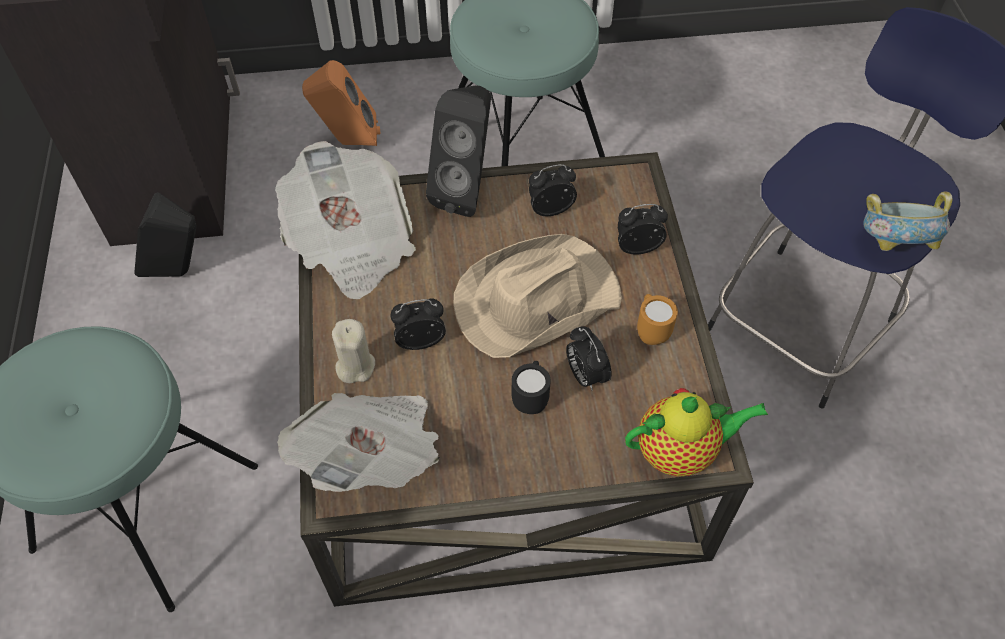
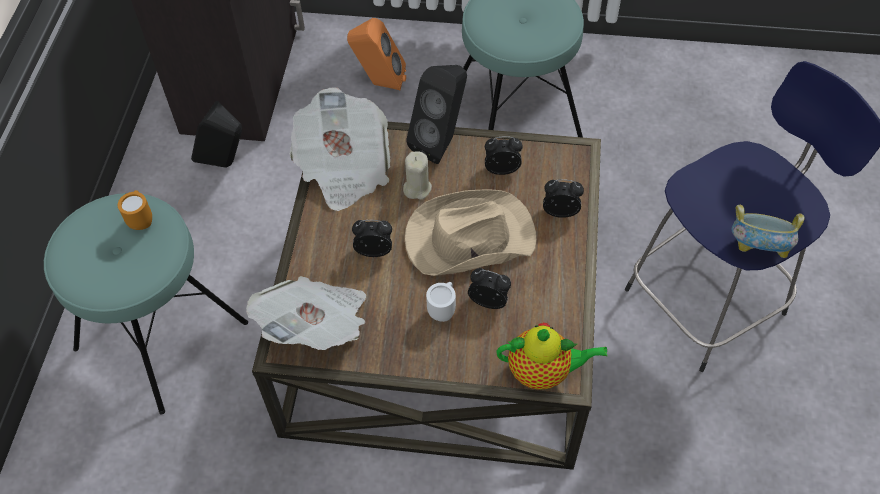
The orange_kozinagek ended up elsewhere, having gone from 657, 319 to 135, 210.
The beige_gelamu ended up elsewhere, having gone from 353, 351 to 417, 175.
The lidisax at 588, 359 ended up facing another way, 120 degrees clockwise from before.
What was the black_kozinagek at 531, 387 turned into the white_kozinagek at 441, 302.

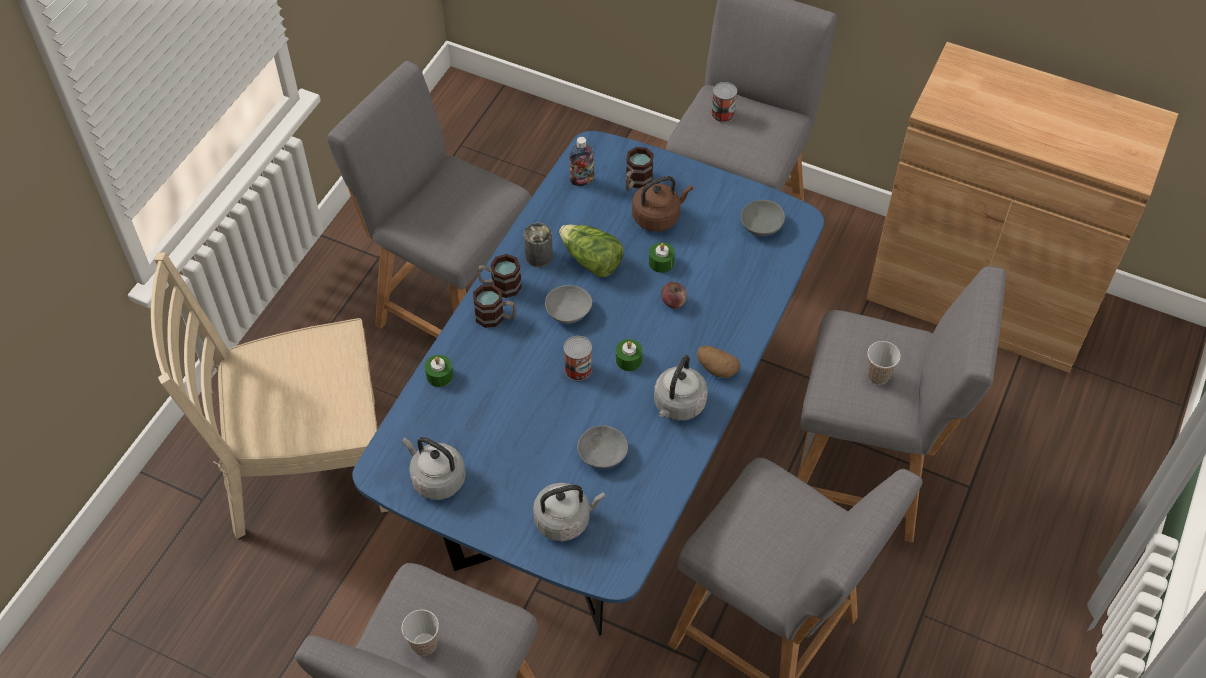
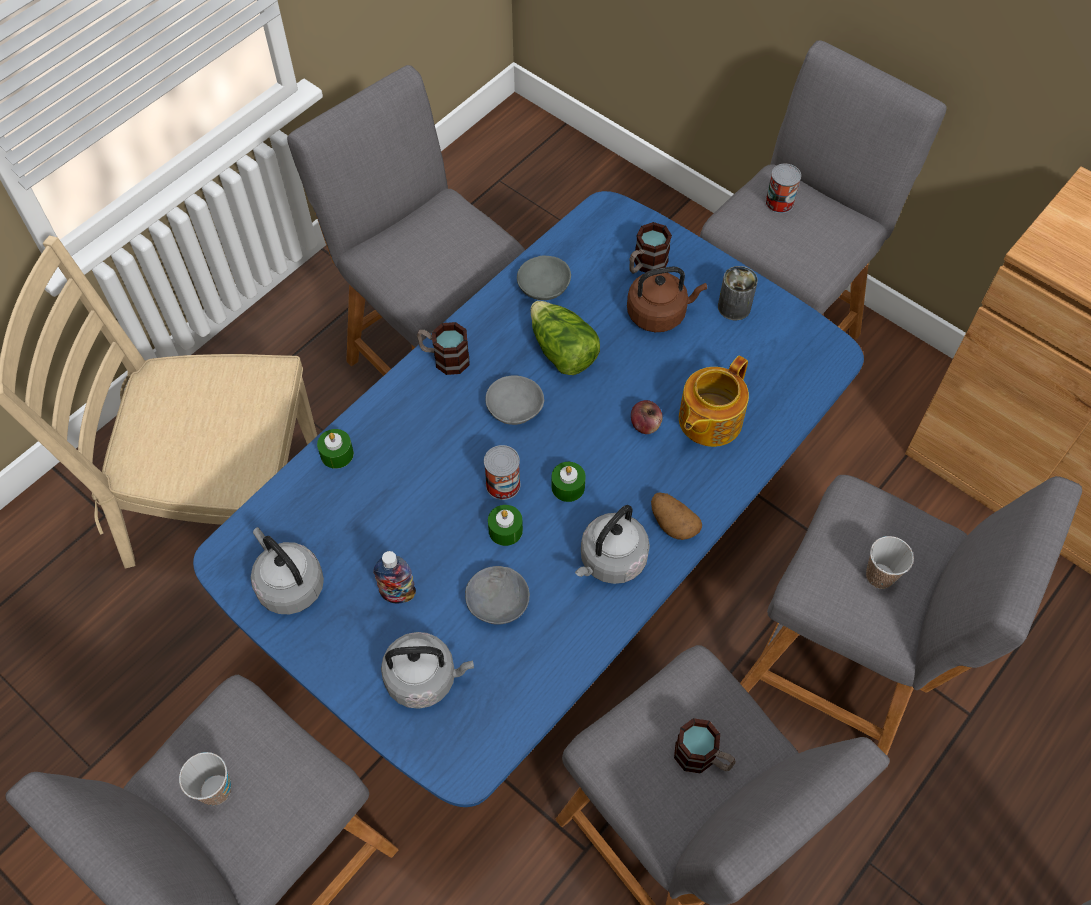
The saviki ended up elsewhere, having gone from 581, 161 to 394, 577.
The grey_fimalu ended up elsewhere, having gone from 763, 218 to 544, 277.
The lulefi ended up elsewhere, having gone from 538, 245 to 738, 293.
The green_gelamu ended up elsewhere, having gone from 662, 257 to 505, 525.
The kozinagek ended up elsewhere, having gone from 494, 306 to 705, 746.
The second view gained the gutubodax at 714, 401.

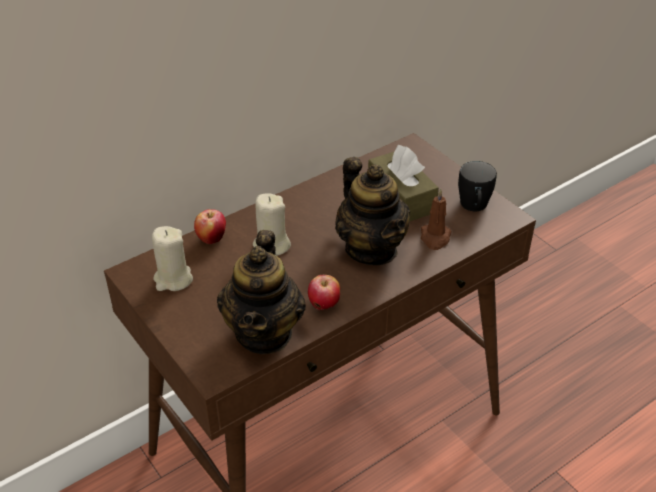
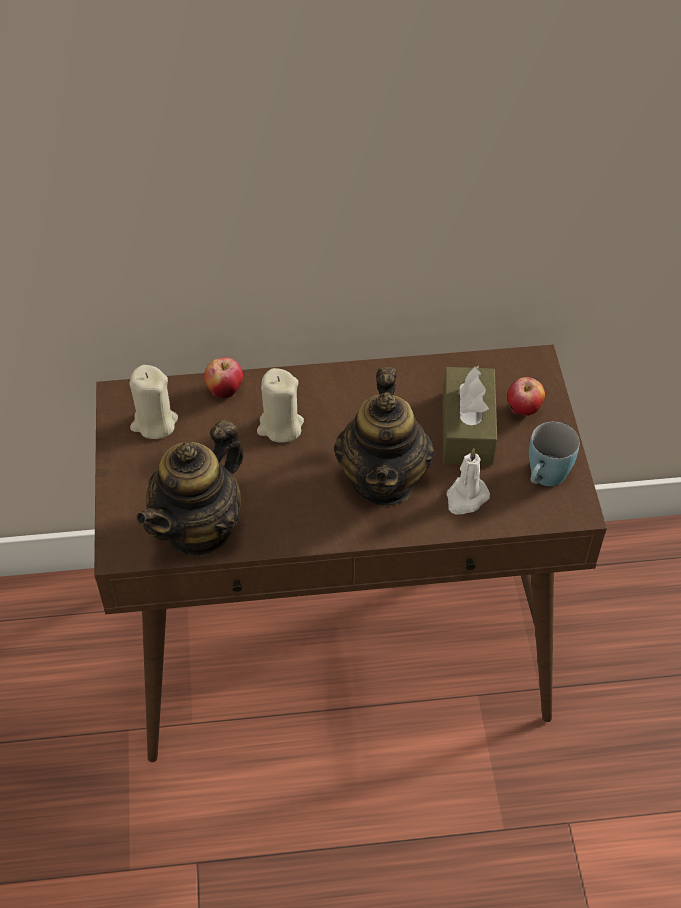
What was the black_kozinagek at 477, 186 turned into the blue_kozinagek at 554, 454.
What was the brown_gelamu at 436, 219 turned into the white_gelamu at 468, 481.
The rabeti ended up elsewhere, having gone from 324, 292 to 526, 396.

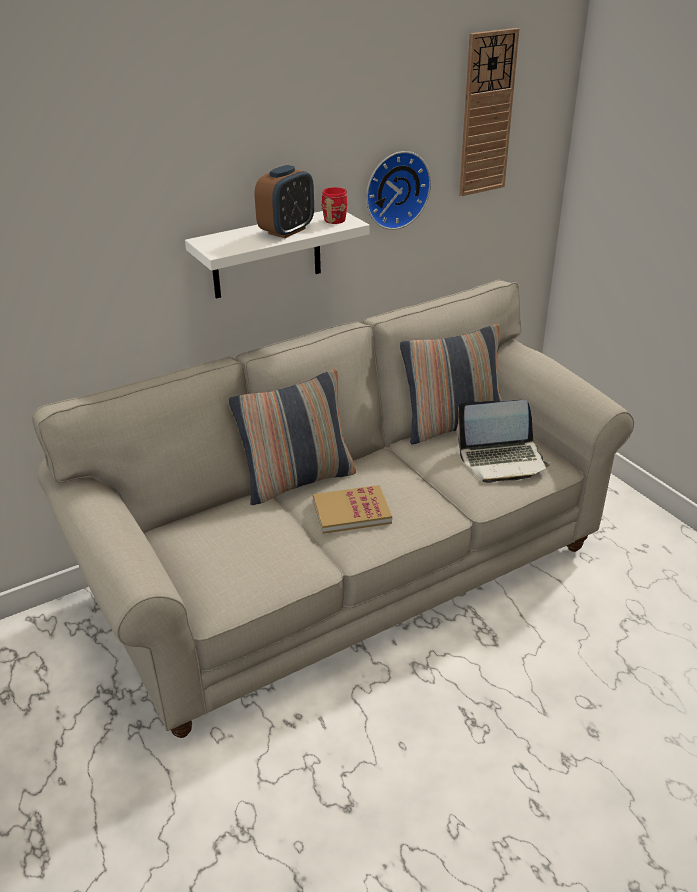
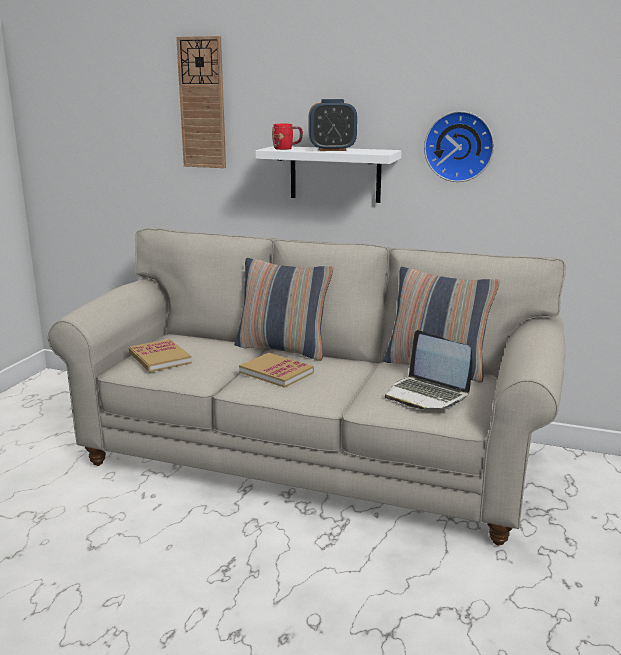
The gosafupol ended up elsewhere, having gone from 489, 112 to 201, 102.
The red_kozinagek ended up elsewhere, having gone from 334, 205 to 287, 137.
The second view gained the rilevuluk at 160, 355.

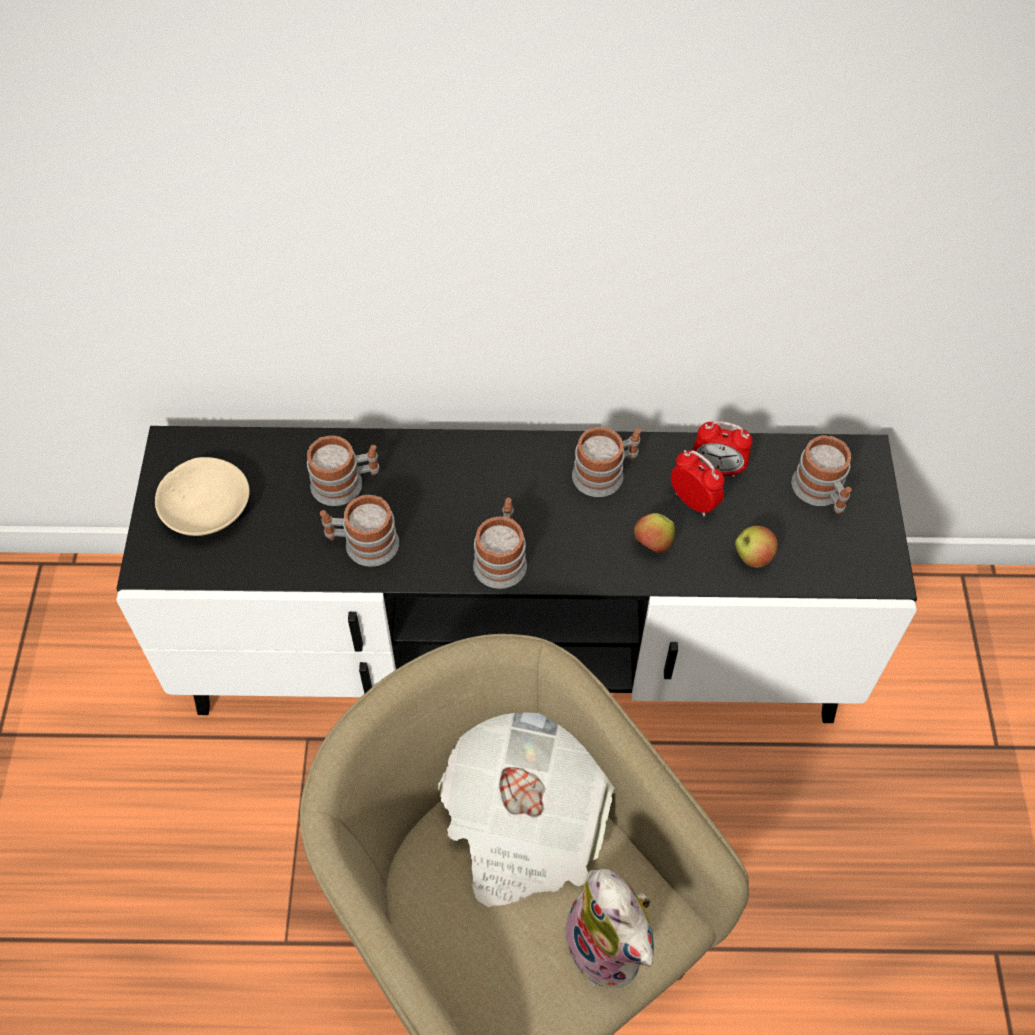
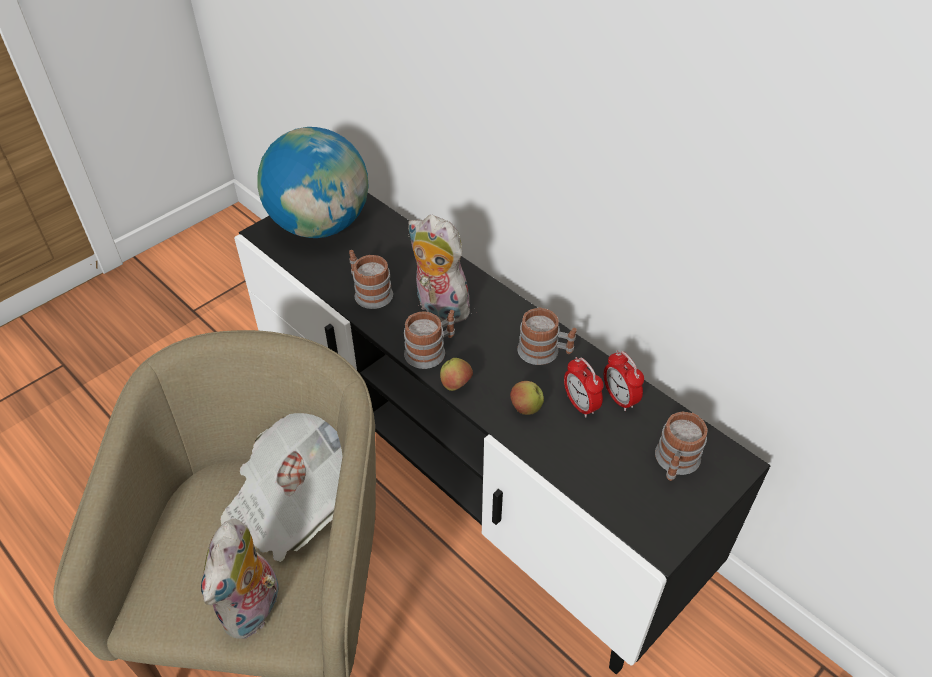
The second view lost the kozinagek at 343, 471.
The lidisax at 698, 483 ended up facing another way, 150 degrees clockwise from before.
Where the beige_fimalu stood at 202, 496, the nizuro came to stand at 313, 182.
The rabeti ended up elsewhere, having gone from 756, 547 to 456, 374.
The second view gained the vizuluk at 441, 269.

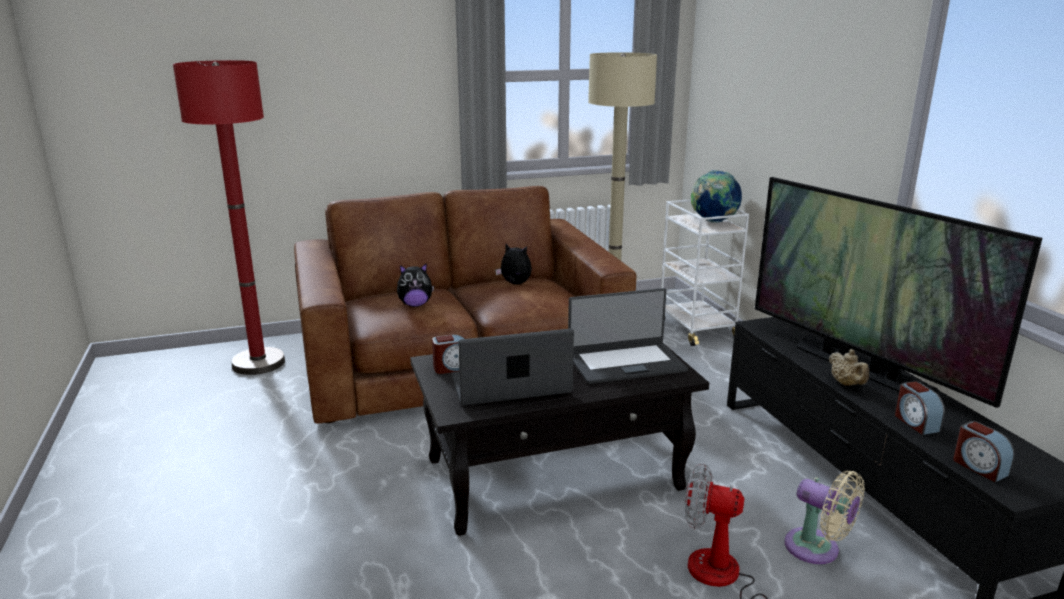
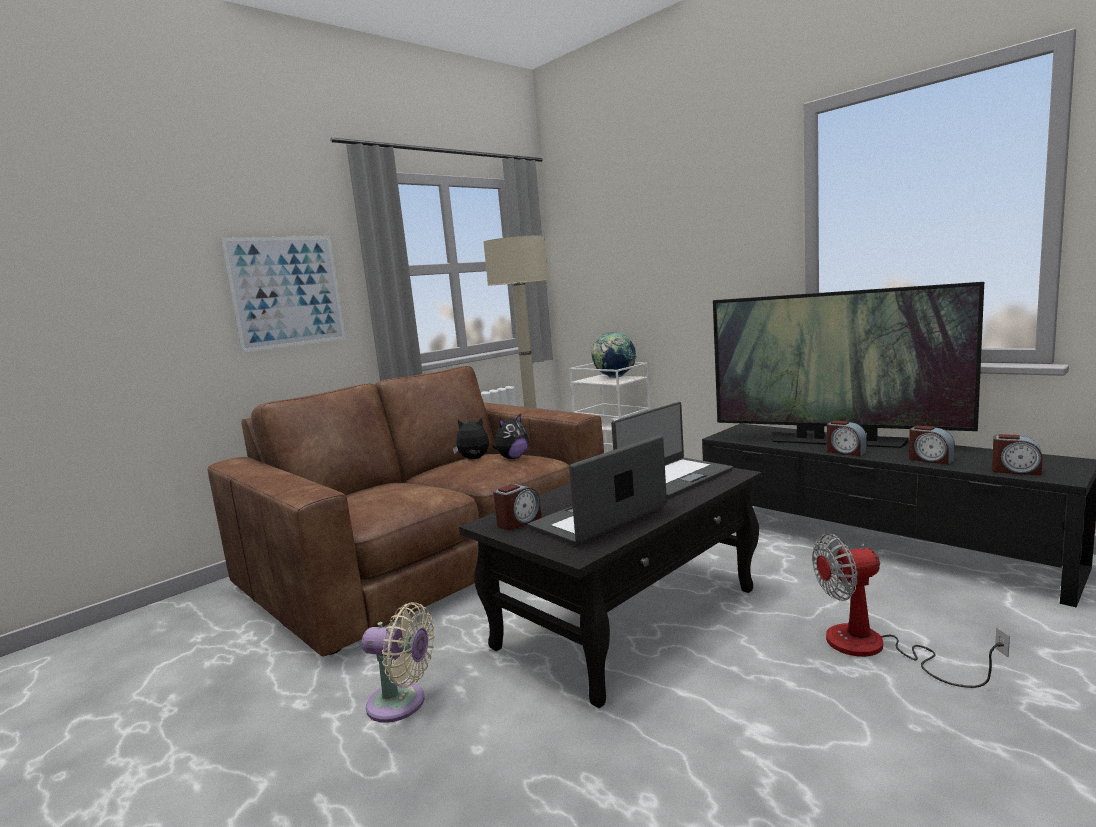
The second view lost the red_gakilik at 229, 217.
The vizuluk ended up elsewhere, having gone from 415, 285 to 511, 436.
Where the beige_gutubodax stood at 849, 367, the lidisax came to stand at 847, 438.
The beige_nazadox ended up elsewhere, having gone from 824, 517 to 398, 662.
The second view gained the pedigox at 283, 294.

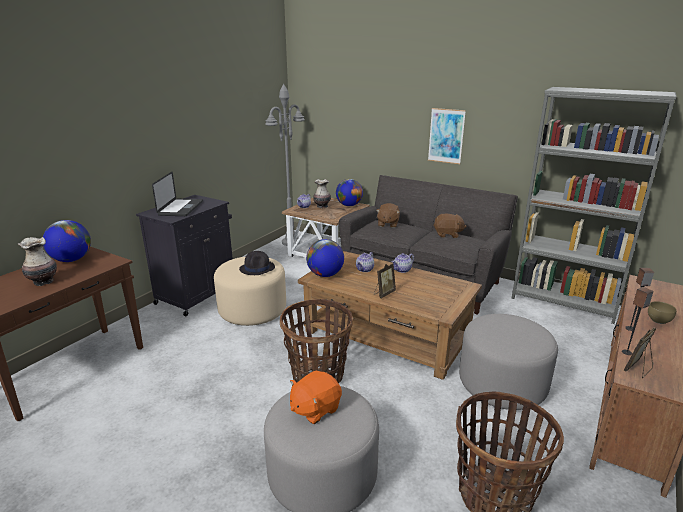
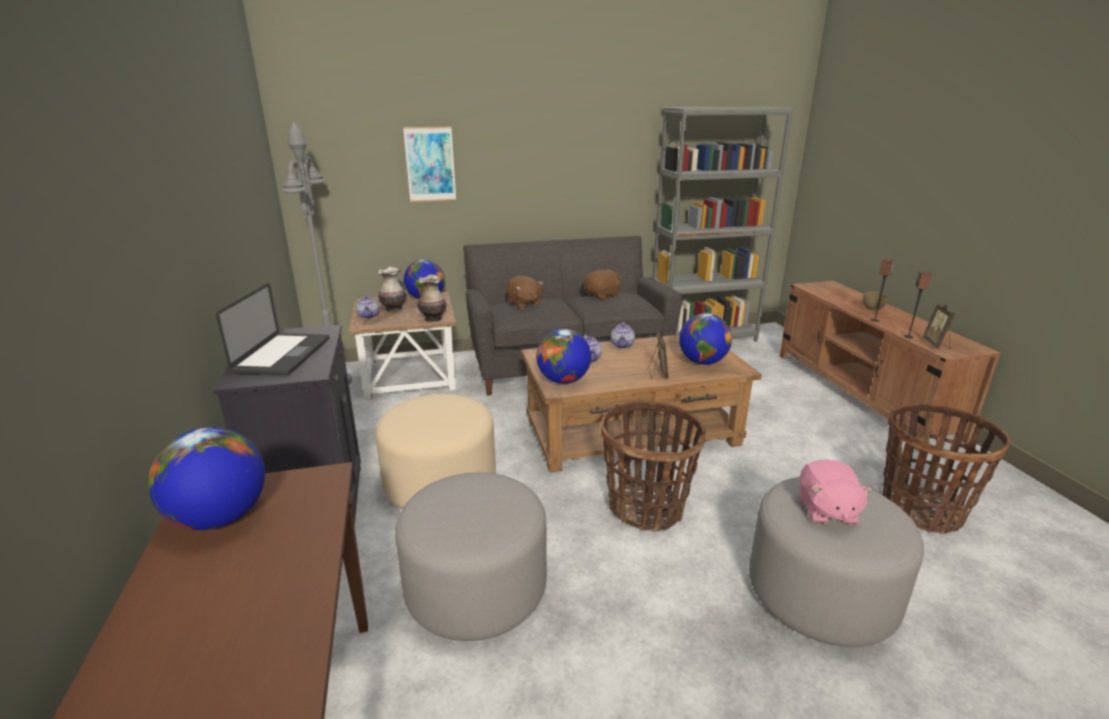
The pedigox ended up elsewhere, having gone from 447, 136 to 429, 164.
The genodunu at 177, 194 ended up facing another way, 45 degrees clockwise from before.
The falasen ended up elsewhere, having gone from 37, 261 to 432, 298.
The second view lost the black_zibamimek at 257, 263.
The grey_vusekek ended up elsewhere, having gone from 508, 362 to 471, 556.
What was the orange_vizuluk at 316, 397 turned into the pink_vizuluk at 836, 492.
The second view gained the nizuro at 705, 339.

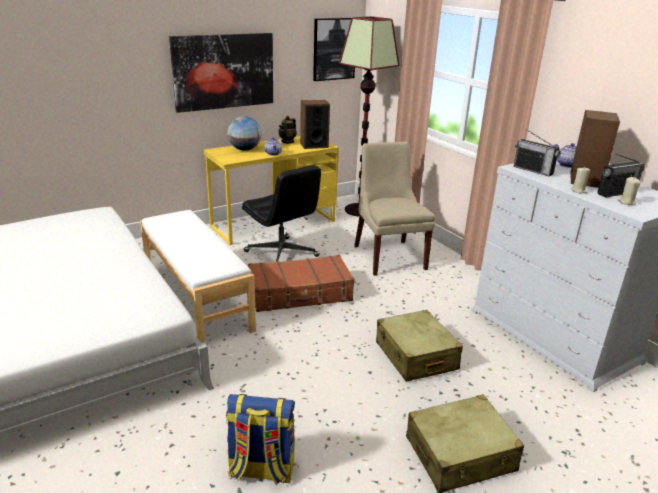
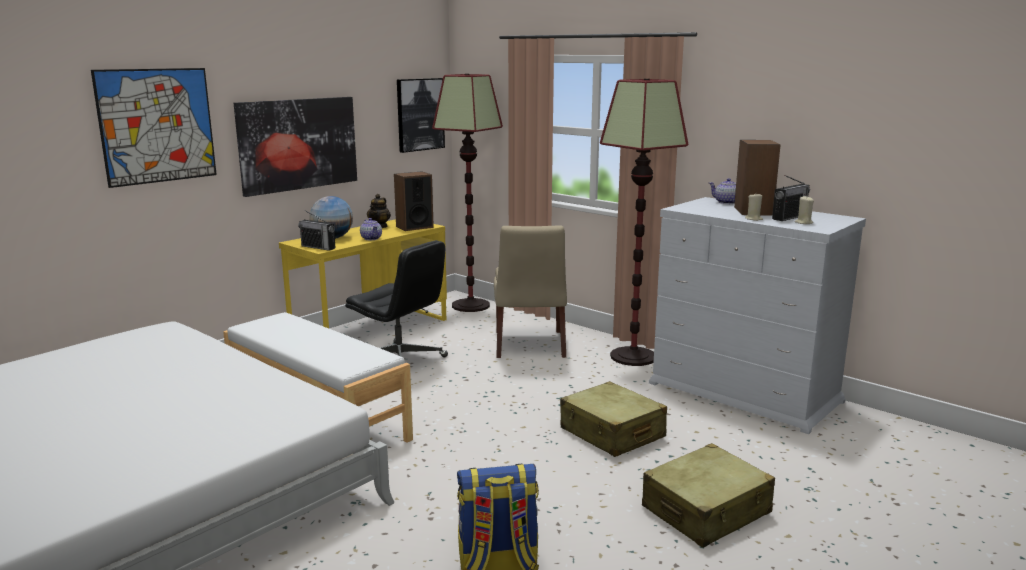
The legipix ended up elsewhere, having gone from 537, 152 to 317, 230.
The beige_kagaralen at 394, 208 ended up facing another way, 150 degrees counterclockwise from before.
The second view lost the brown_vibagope at 301, 283.
The second view gained the pedigox at 154, 128.
The second view gained the gakilik at 644, 222.

